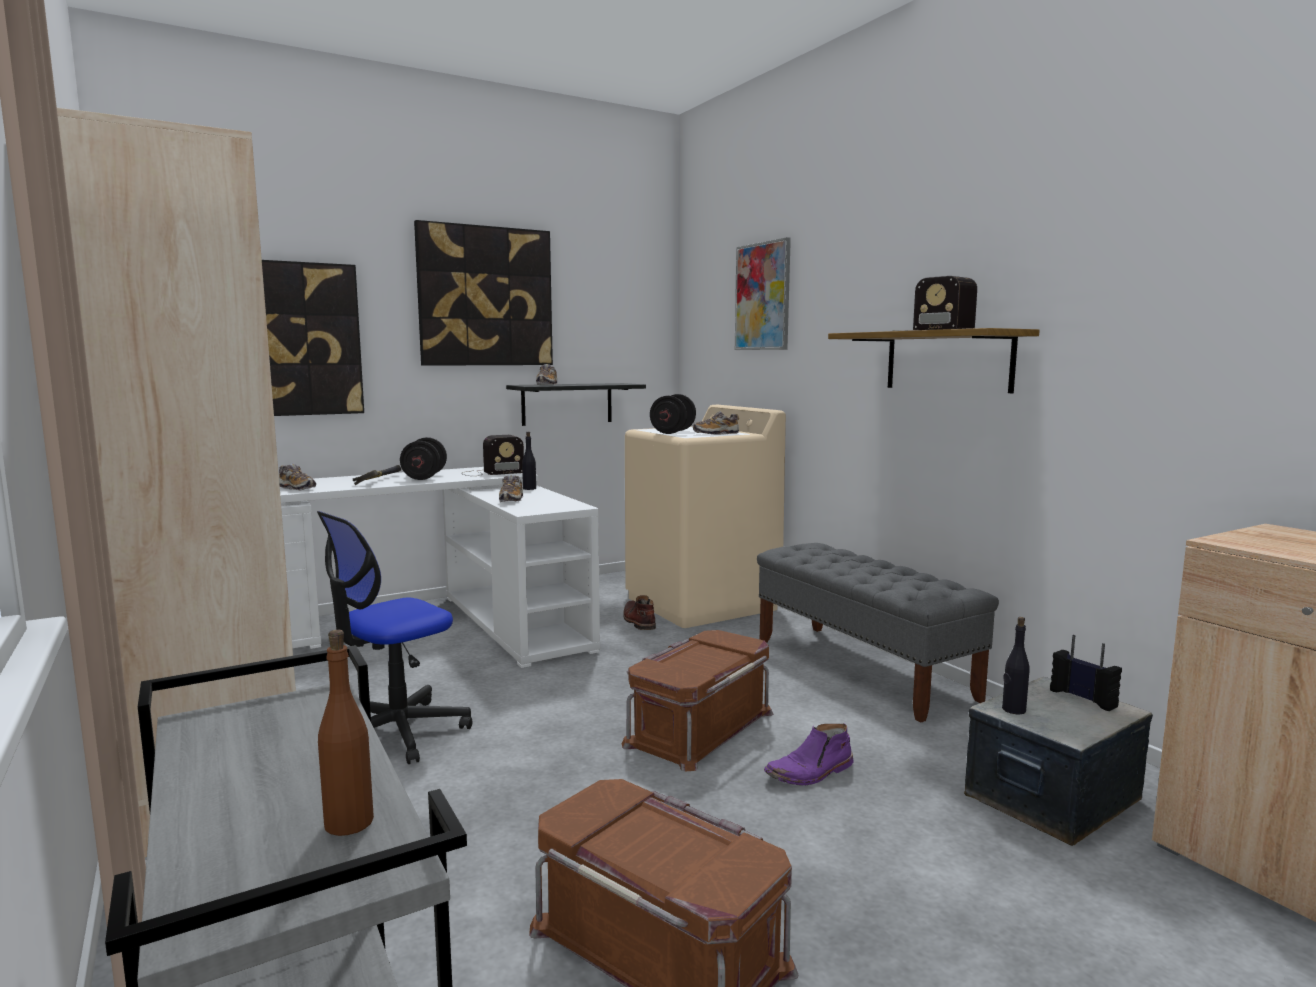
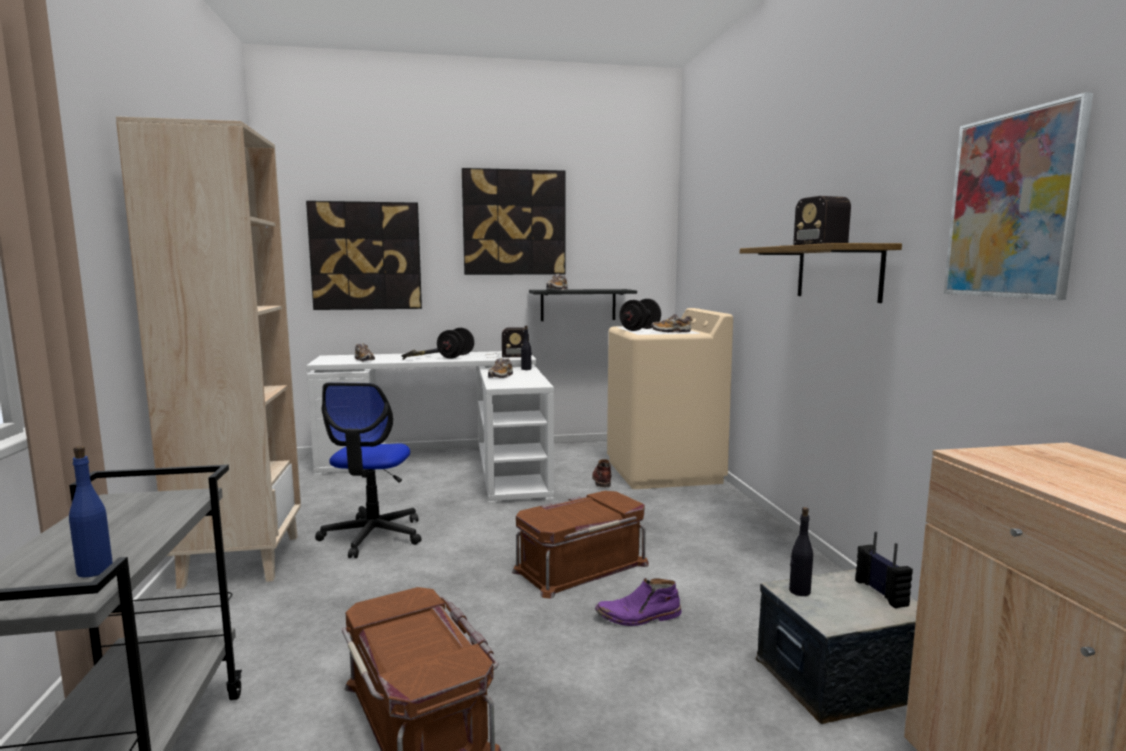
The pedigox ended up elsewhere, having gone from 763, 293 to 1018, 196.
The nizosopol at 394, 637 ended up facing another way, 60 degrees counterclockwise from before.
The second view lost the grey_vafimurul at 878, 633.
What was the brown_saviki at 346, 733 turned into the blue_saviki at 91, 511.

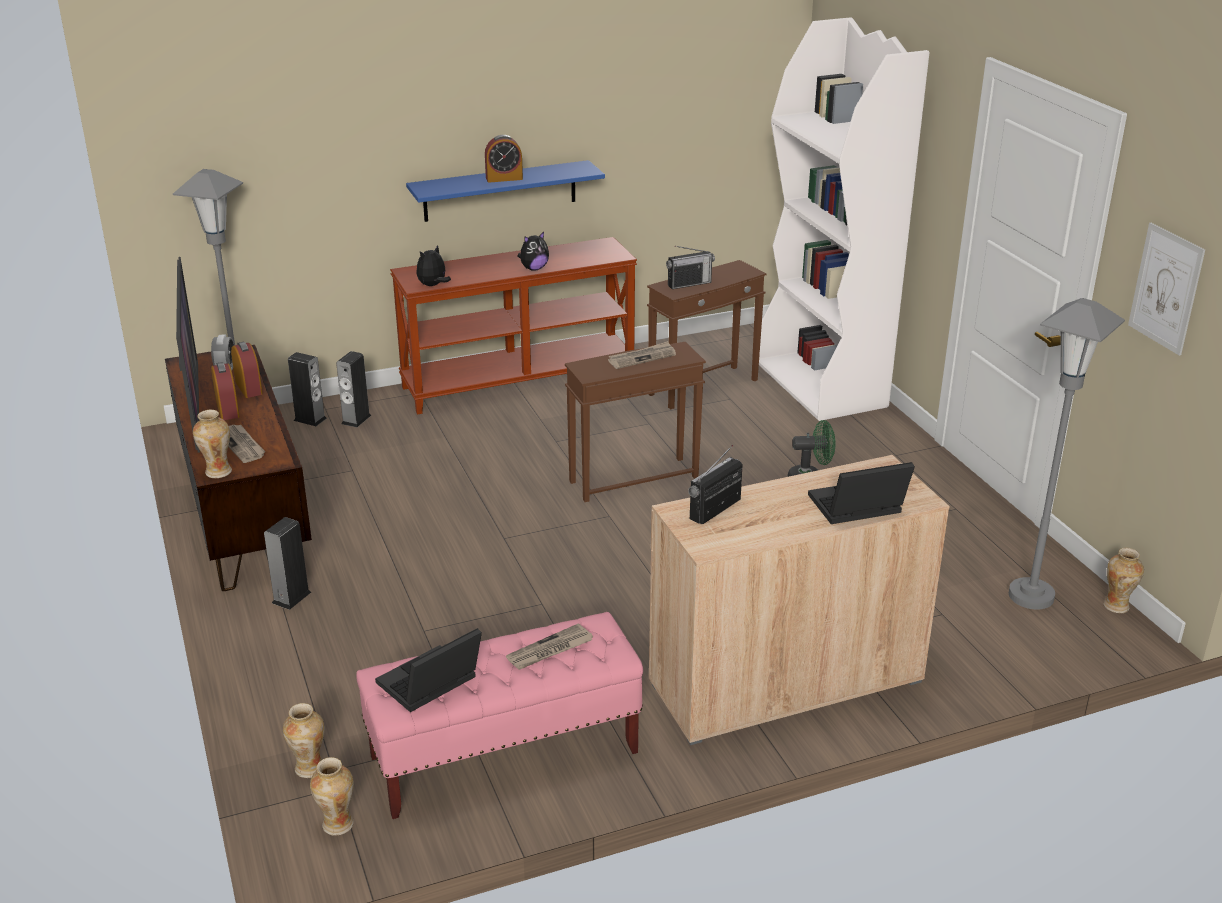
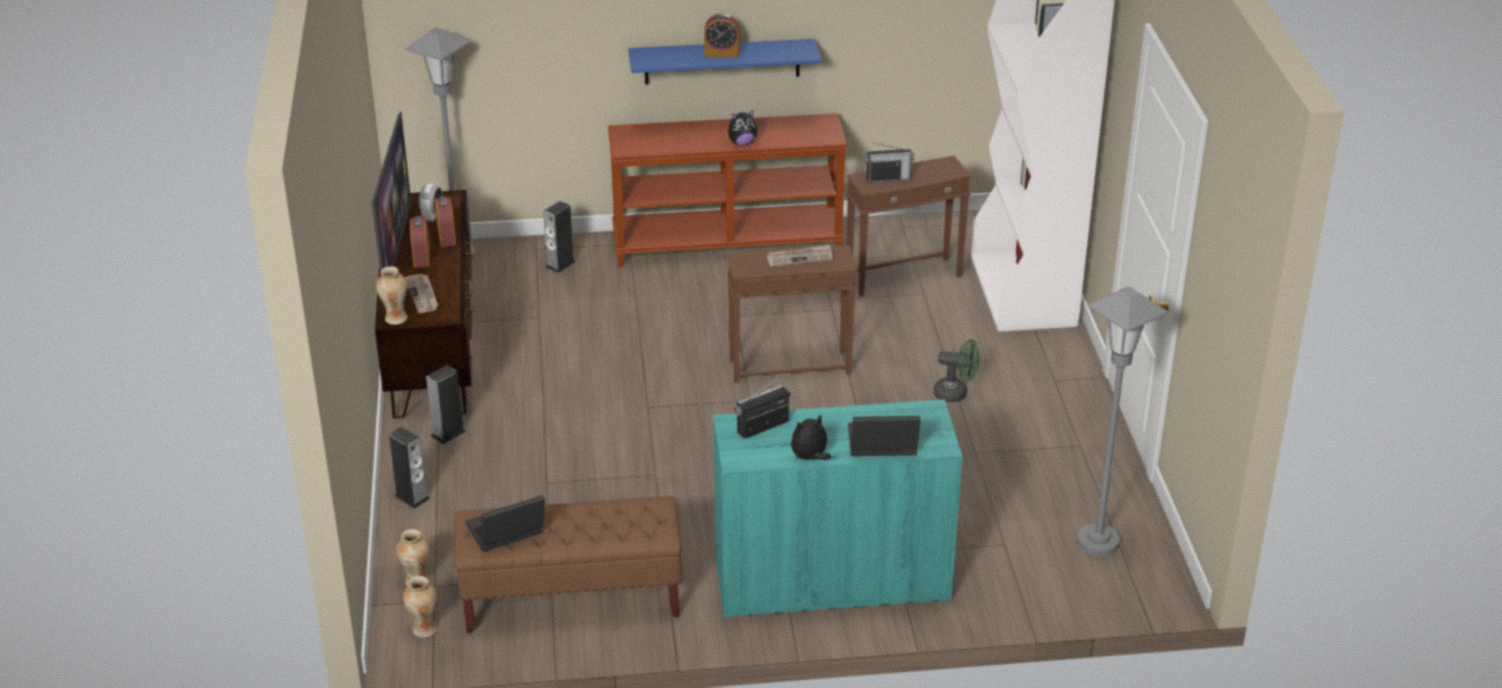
The second view lost the pedigox at 1166, 289.
The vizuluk ended up elsewhere, having gone from 434, 265 to 811, 437.
The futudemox ended up elsewhere, having gone from 307, 389 to 409, 467.
What was the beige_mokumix at 799, 600 turned into the turquoise_mokumix at 837, 509.
The second view lost the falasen at 1123, 580.
What was the pink_vafimurul at 499, 715 turned into the brown_vafimurul at 568, 564.
The second view lost the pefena at 549, 646.

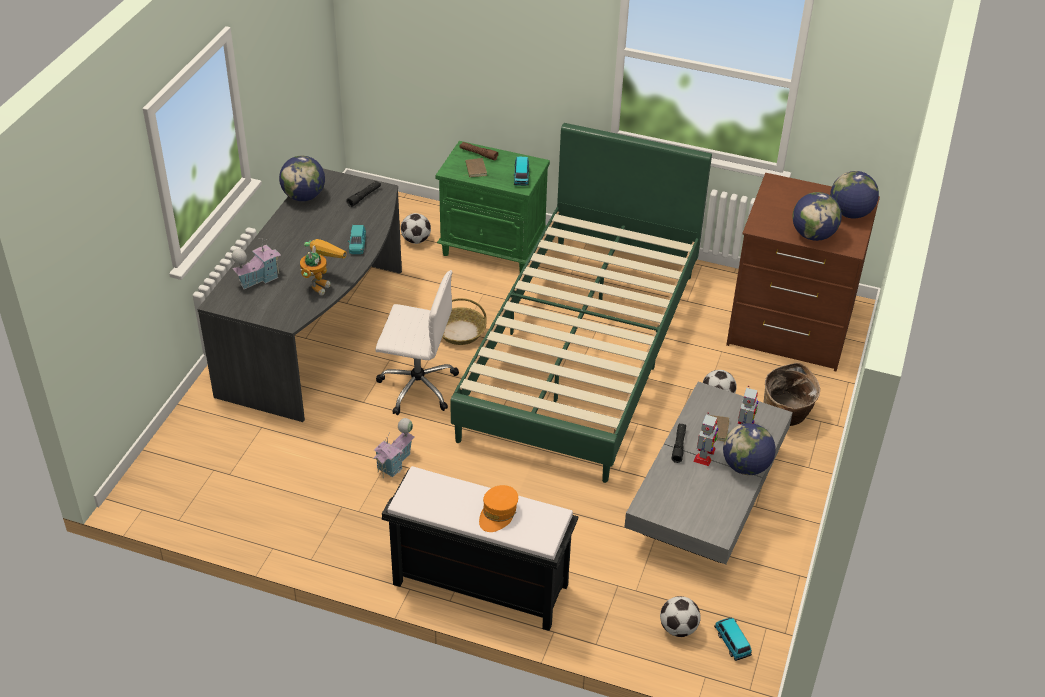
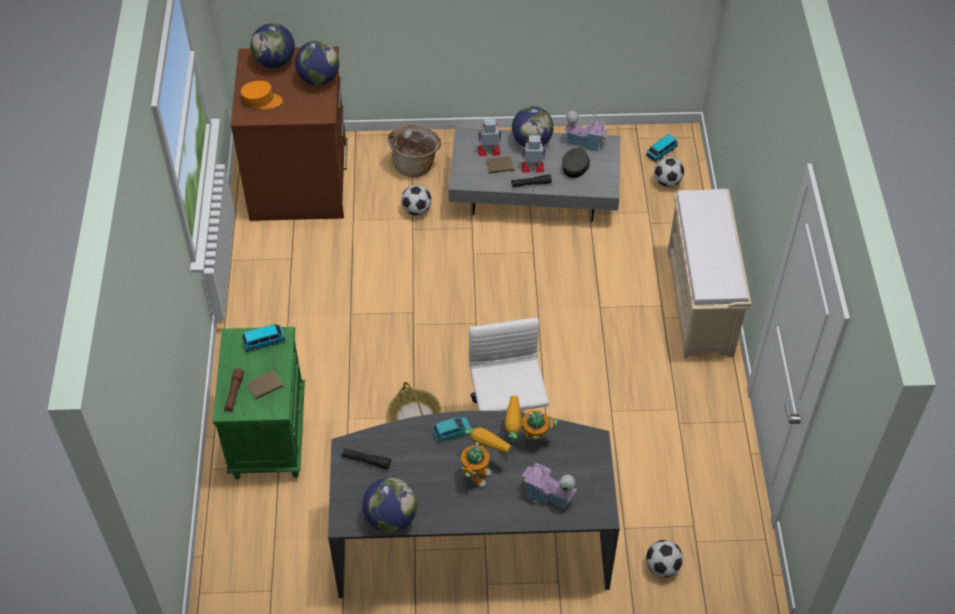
The second view lost the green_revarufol at 581, 303.
The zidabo ended up elsewhere, having gone from 416, 228 to 664, 559.
The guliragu ended up elsewhere, having gone from 394, 448 to 587, 131.
What was the black_vafimurul at 480, 548 turned into the beige_vafimurul at 709, 273.
The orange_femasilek ended up elsewhere, having gone from 498, 508 to 262, 95.
The second view gained the grey_femasilek at 576, 163.
The second view gained the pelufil at 486, 457.

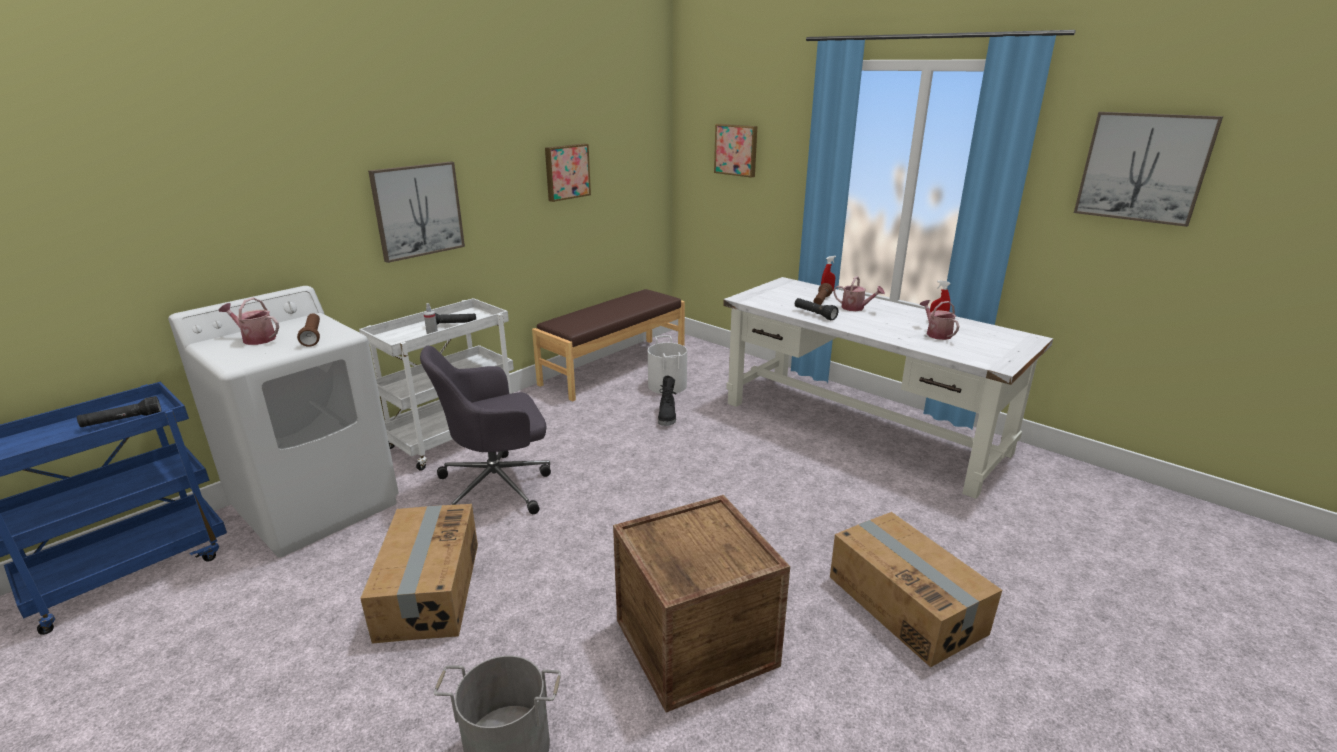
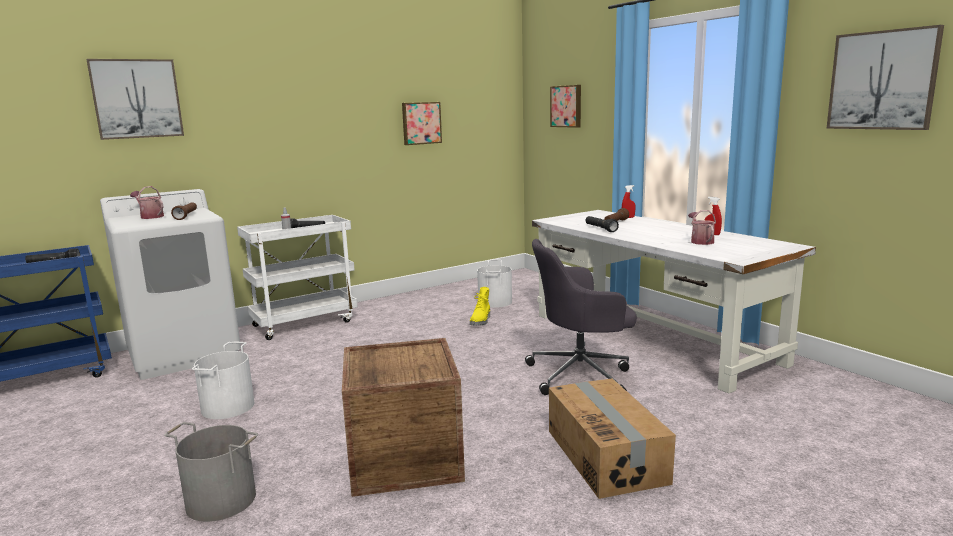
The pedigox ended up elsewhere, having gone from 416, 212 to 135, 99.
The second view lost the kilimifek at 859, 293.
The second view lost the brown_vafimurul at 608, 345.
The grey_nizosopol ended up elsewhere, having gone from 485, 430 to 581, 317.
What was the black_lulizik at 667, 400 turned into the yellow_lulizik at 480, 306.
Where the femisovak stood at 419, 574, the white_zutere came to stand at 223, 380.

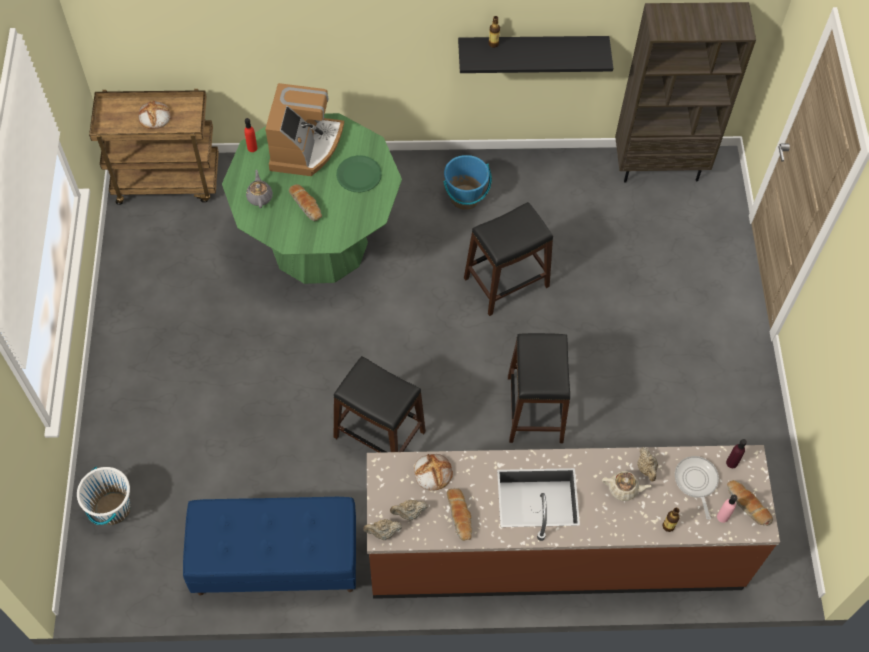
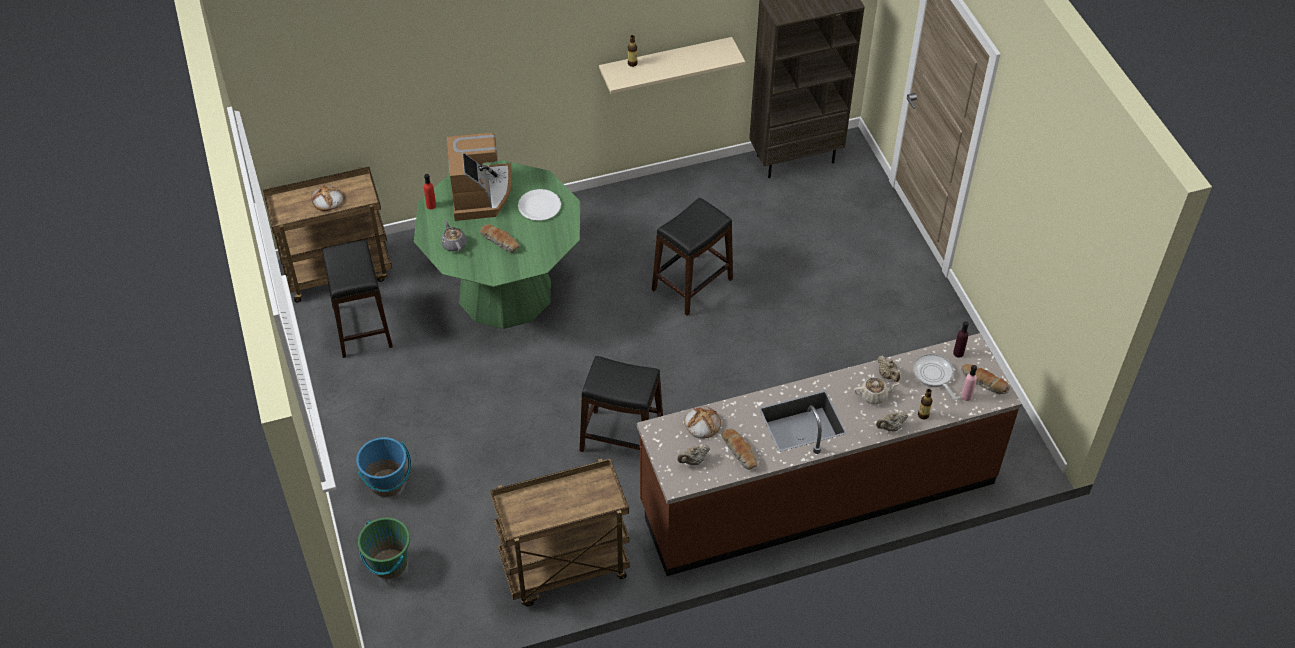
What was the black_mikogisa at 535, 54 turned into the beige_mikogisa at 672, 65.
What was the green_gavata at 359, 173 turned into the white_gavata at 539, 205.
The blue_zutere ended up elsewhere, having gone from 467, 182 to 383, 467.
The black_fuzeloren ended up elsewhere, having gone from 539, 388 to 357, 299.
What was the white_zutere at 104, 495 turned into the green_zutere at 384, 548.
Where the blue_vafimurul stood at 269, 546, the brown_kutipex came to stand at 560, 532.
The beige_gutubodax ended up elsewhere, having gone from 382, 529 to 892, 422.

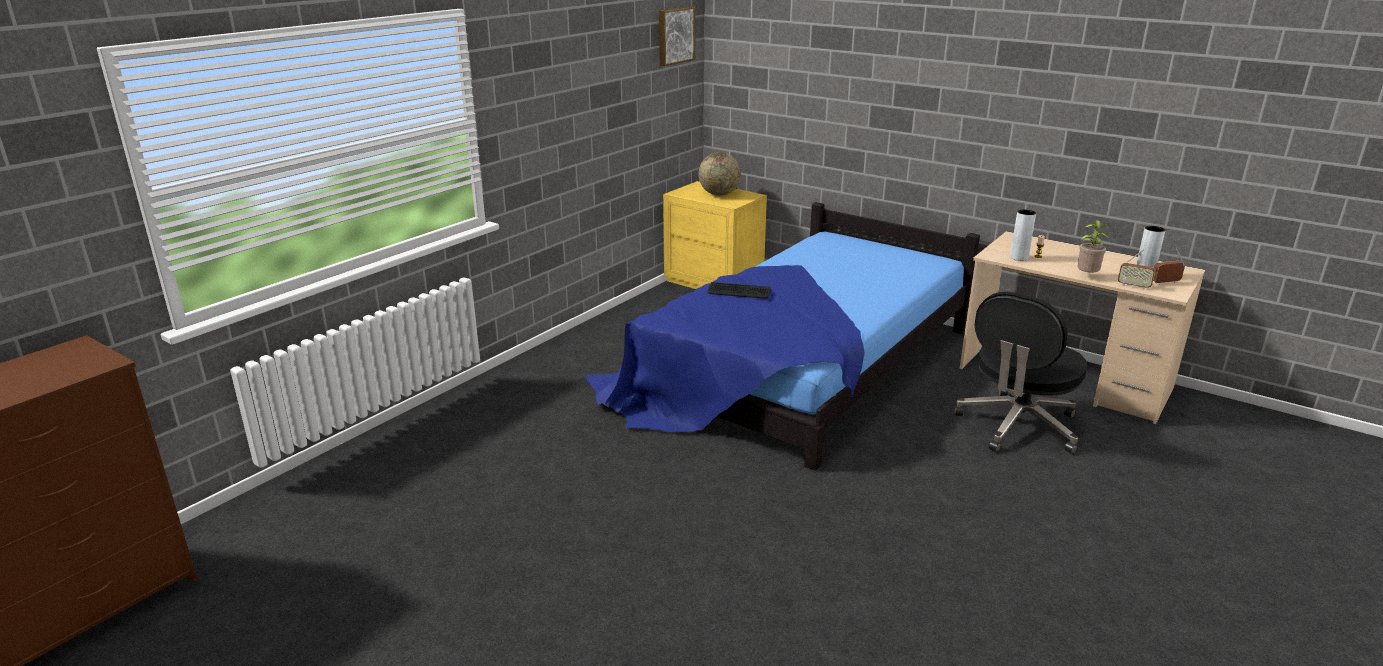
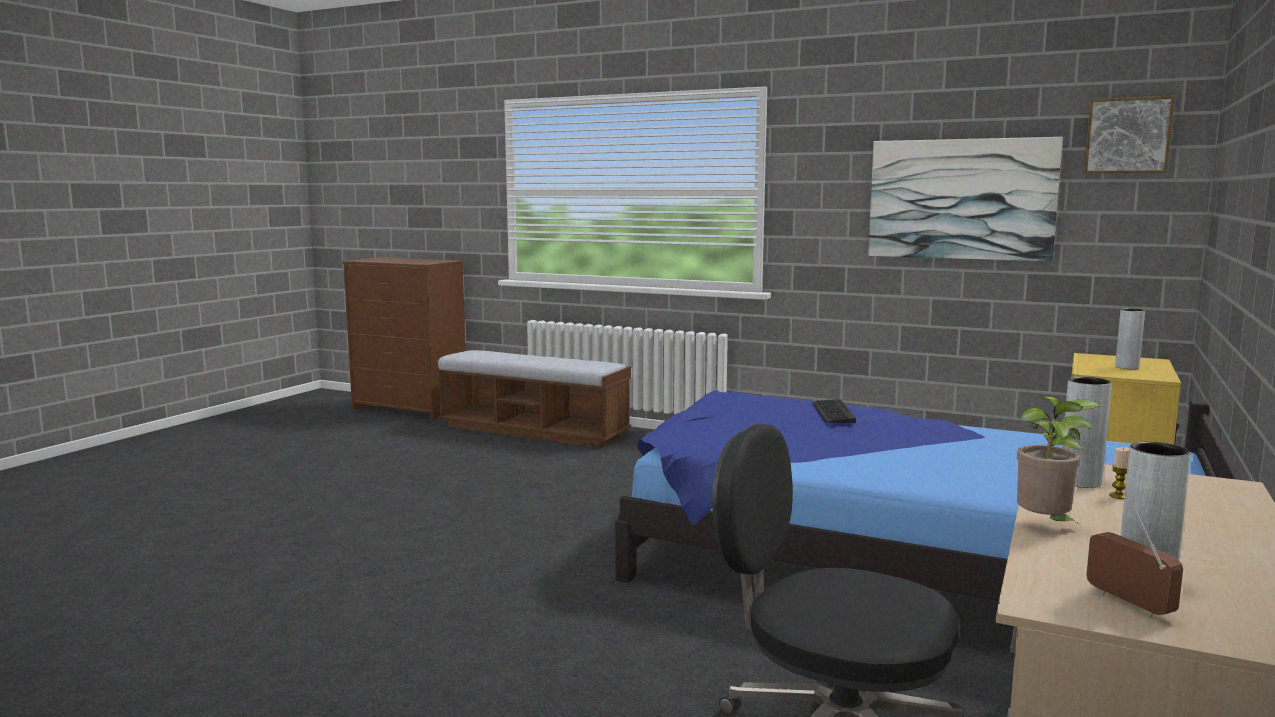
Where the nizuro stood at 719, 174, the grey_falasen came to stand at 1130, 338.
The second view lost the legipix at 1137, 269.
The second view gained the pedigox at 965, 199.
The second view gained the vafimurul at 533, 399.

